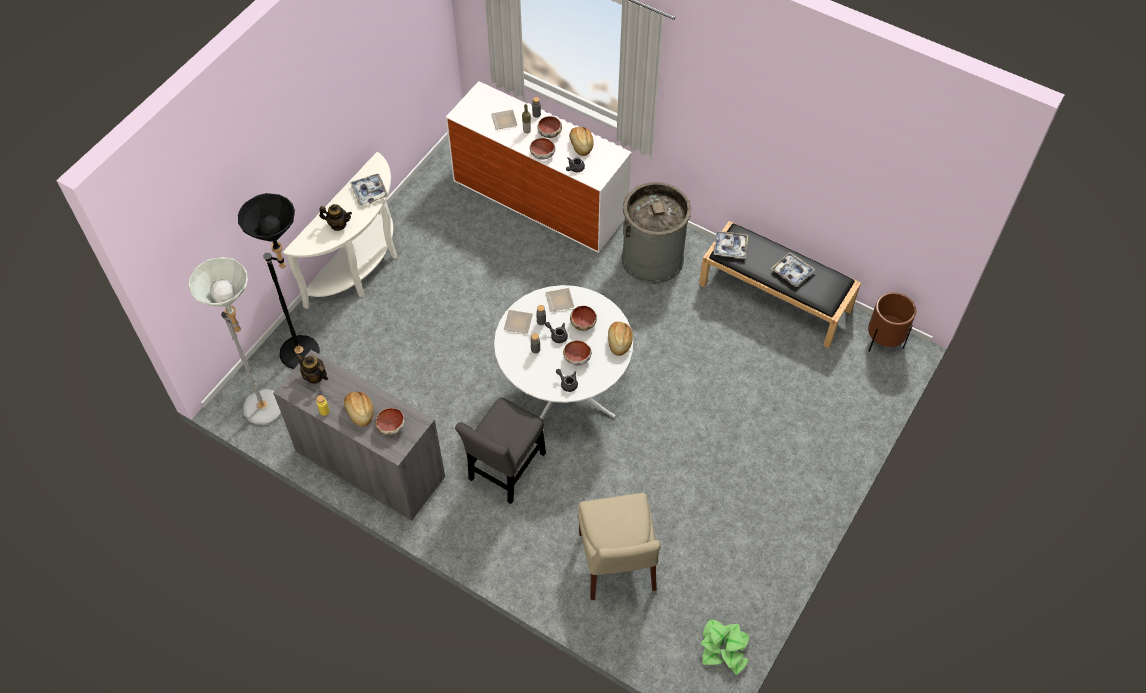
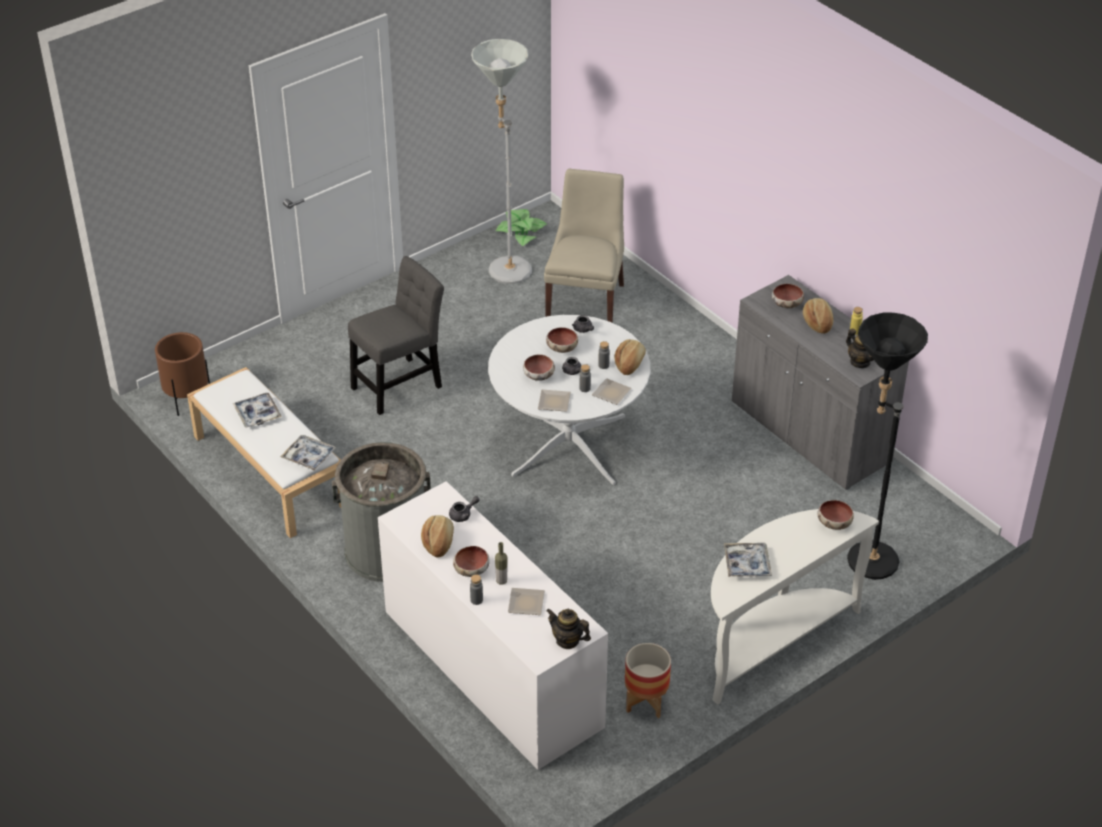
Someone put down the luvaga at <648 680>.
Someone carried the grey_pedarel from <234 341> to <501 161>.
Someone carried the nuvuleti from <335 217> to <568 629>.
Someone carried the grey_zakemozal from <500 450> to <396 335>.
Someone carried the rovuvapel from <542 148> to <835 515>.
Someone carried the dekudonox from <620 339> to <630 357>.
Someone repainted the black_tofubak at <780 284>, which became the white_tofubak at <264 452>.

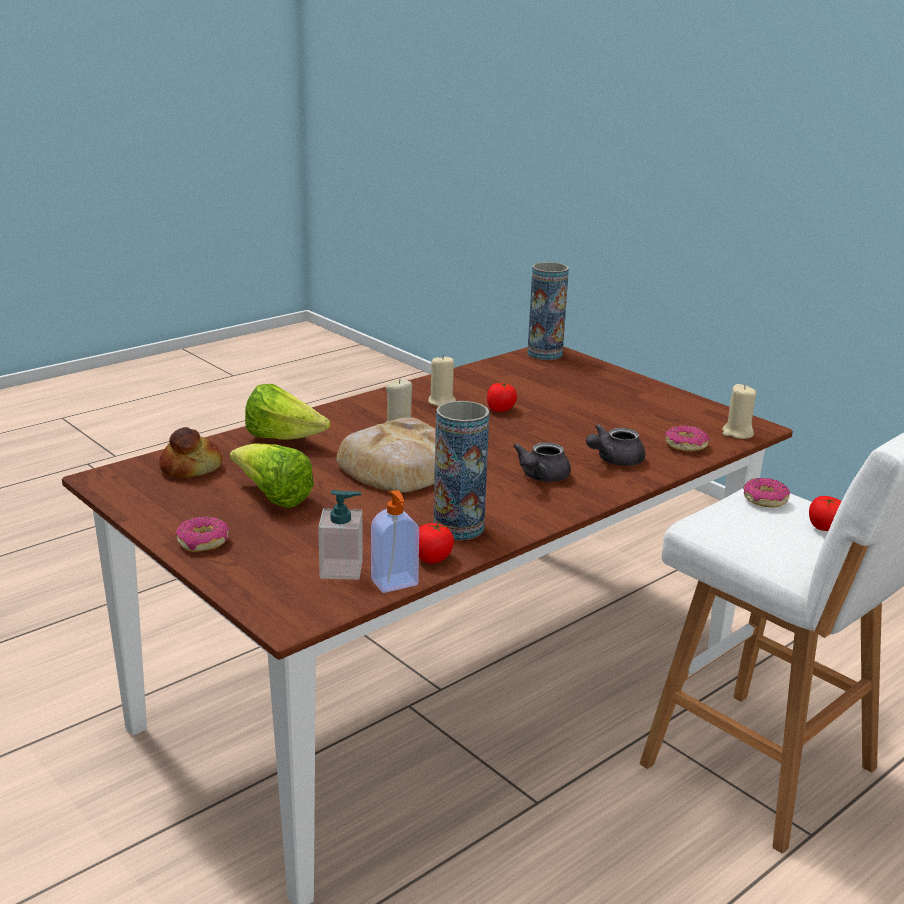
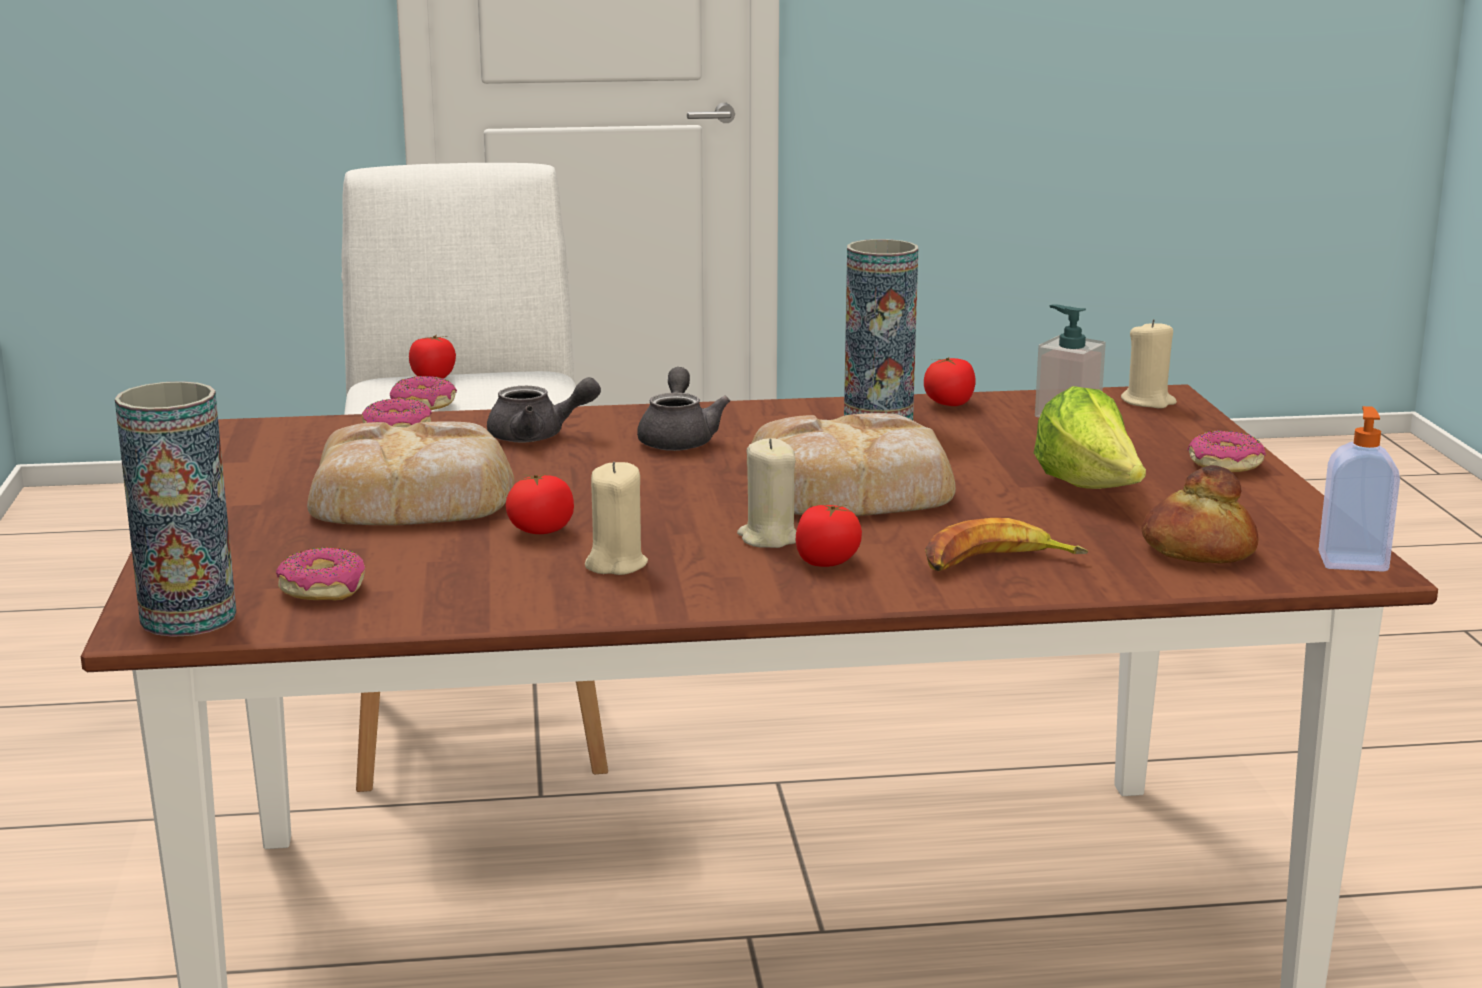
Someone put down the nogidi at <320 574>.
Someone put down the dekudonox at <410 473>.
Someone put down the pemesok at <829 536>.
Someone carried the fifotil from <395 541> to <1359 489>.
Someone carried the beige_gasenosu from <739 411> to <1149 363>.
Someone swapped the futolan at <287 412> for the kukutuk at <1006 544>.
Someone rotated the grey_nuvuleti at <542 462> by 60 degrees counterclockwise.

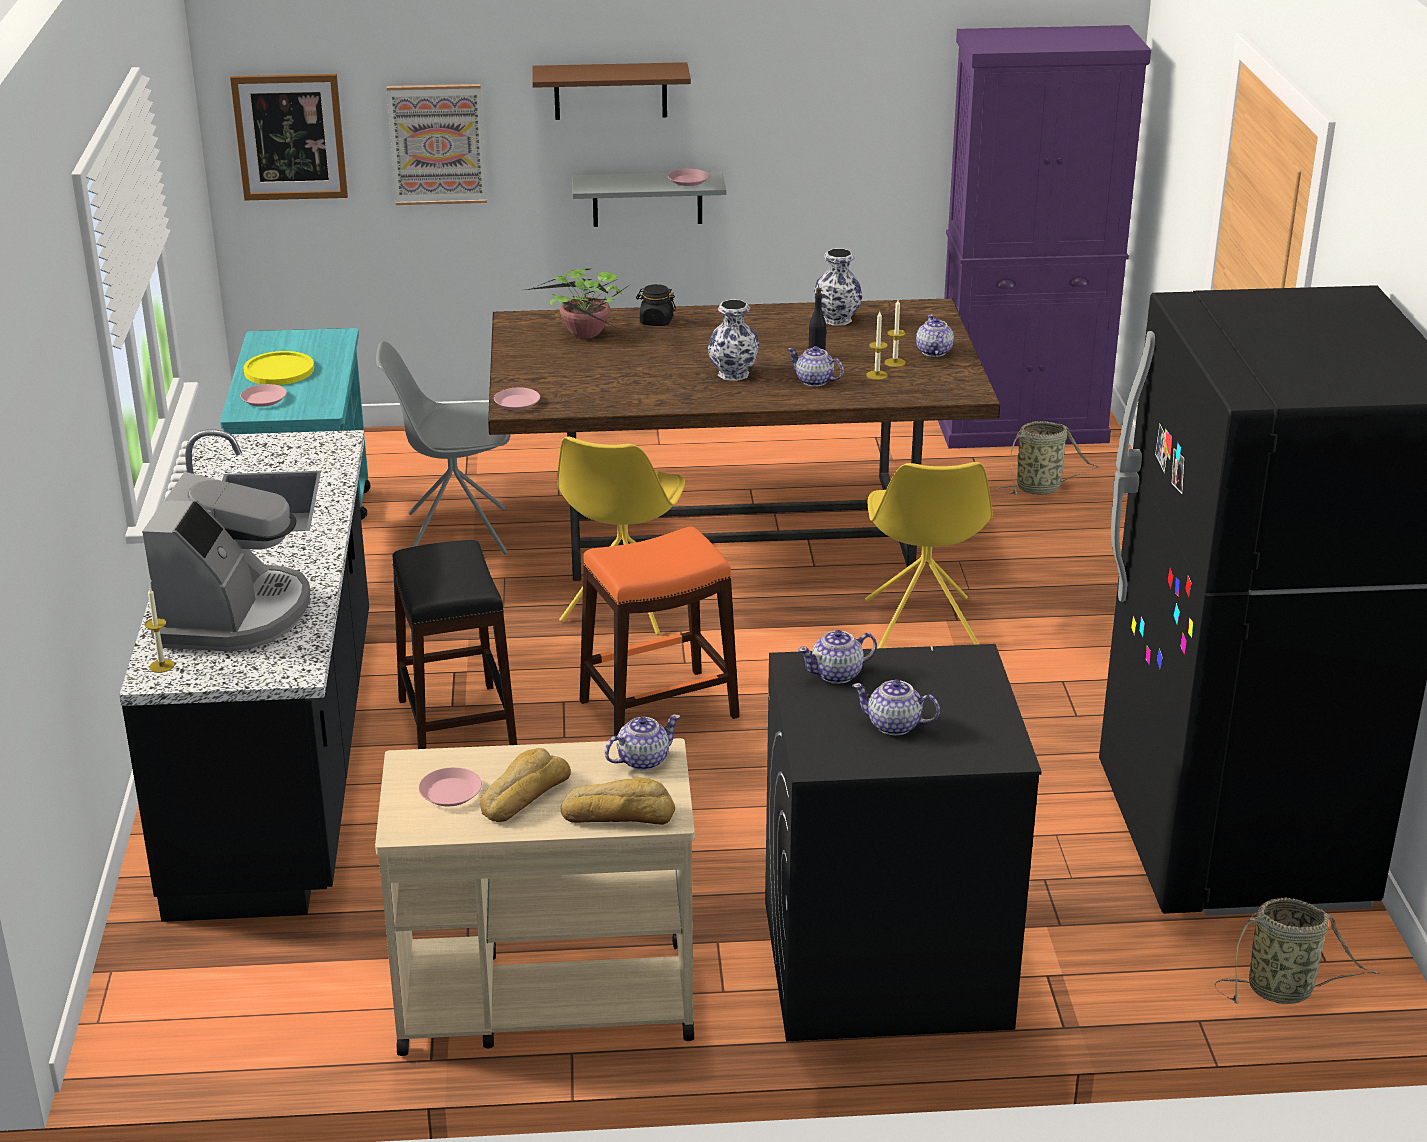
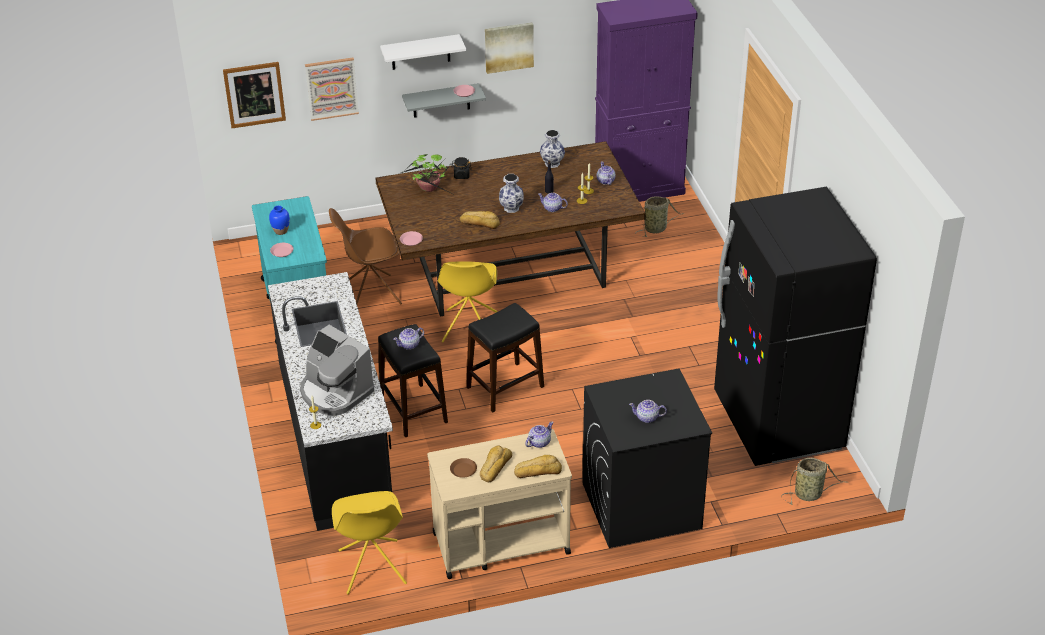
Someone put down the dekudonox at <480 220>.
Someone put up the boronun at <509 48>.
Someone carried the nuvuleti from <837 657> to <408 339>.
Someone carried the yellow_zakemozal from <929 555> to <369 543>.
Someone swapped the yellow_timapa at <278 368> for the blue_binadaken at <279 220>.
Someone repainted the grey_zakemozal at <443 448>, which became the brown_zakemozal at <365 256>.
Someone repainted the pink_timapa at <450 786>, which became the brown_timapa at <463 468>.
Someone repainted the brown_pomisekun at <611 91>, which became the white_pomisekun at <423 52>.
Someone repainted the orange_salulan at <659 634>, which became the black_salulan at <505 358>.
Someone rotated the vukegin at <226 562> by 135 degrees clockwise.

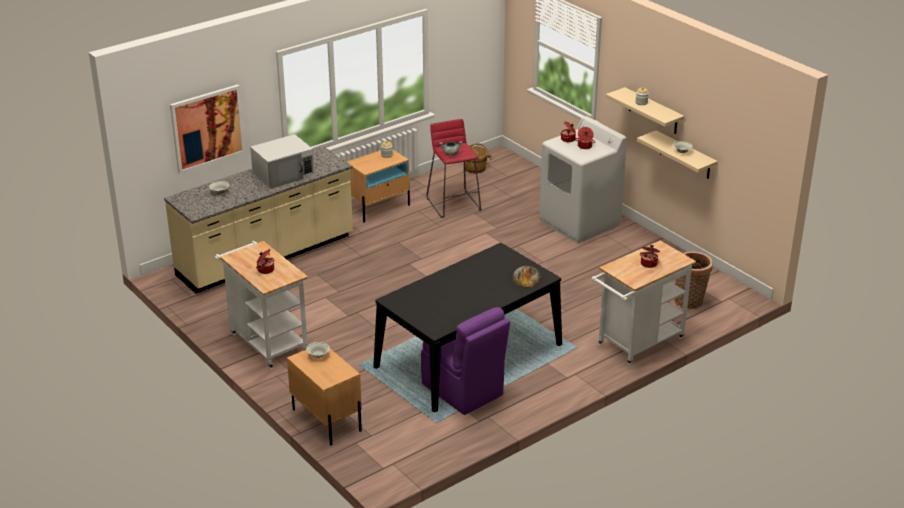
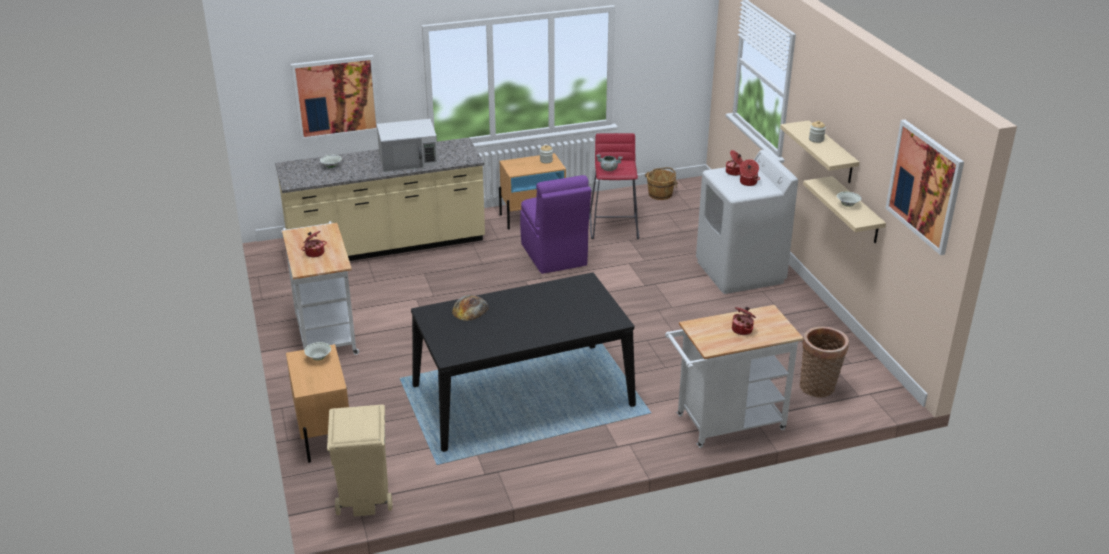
Someone put down the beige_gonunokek at <359 461>.
Someone put up the boronun at <924 187>.
Someone carried the purple_zakemozal from <465 361> to <555 224>.
Someone carried the dekudonox from <526 276> to <470 308>.

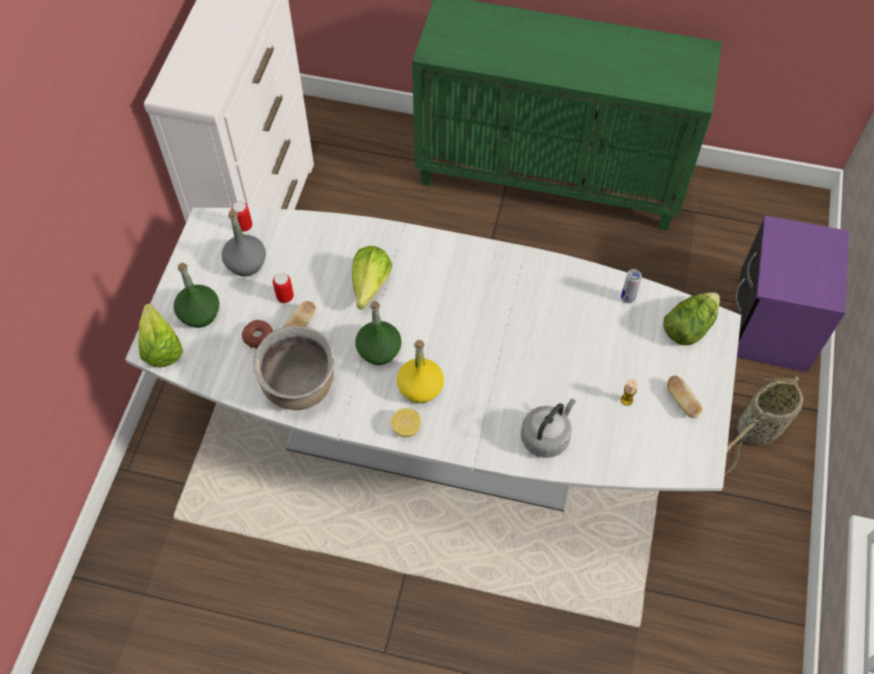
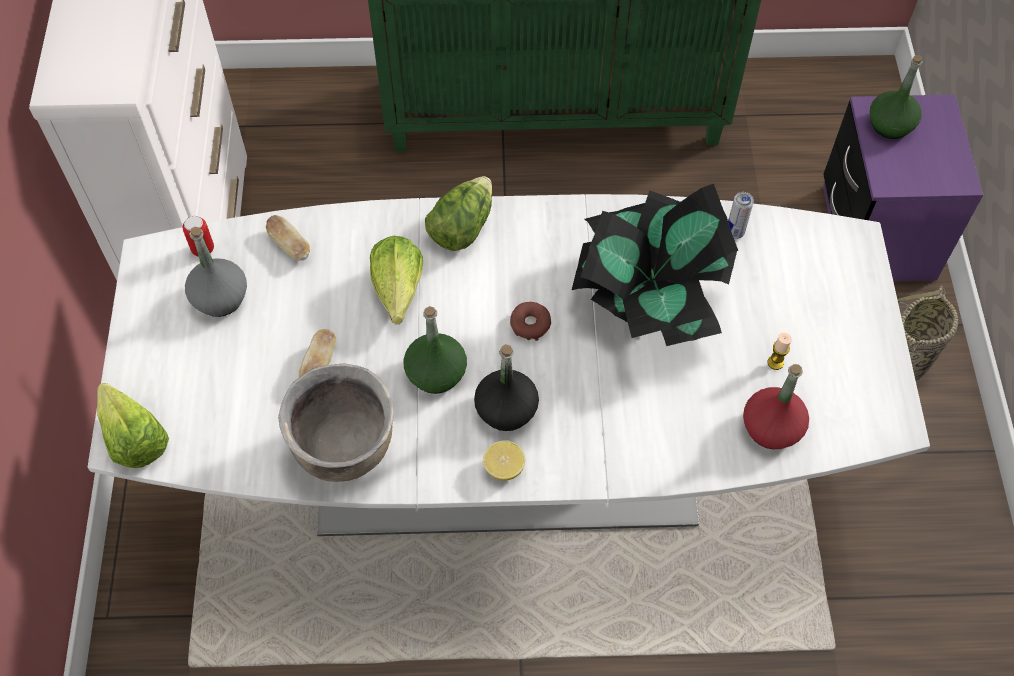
Someone took away the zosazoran at <283 288>.
Someone took away the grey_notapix at <548 428>.
Someone put down the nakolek at <655 265>.
Someone put down the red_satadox at <776 406>.
Someone carried the green_satadox from <196 295> to <896 97>.
Someone carried the nogidi from <257 334> to <530 321>.
Someone carried the futolan from <691 318> to <458 213>.
Someone carried the dekudonox from <684 397> to <288 238>.
Someone repainted the yellow_satadox at <420 371>, which became the black_satadox at <506 387>.

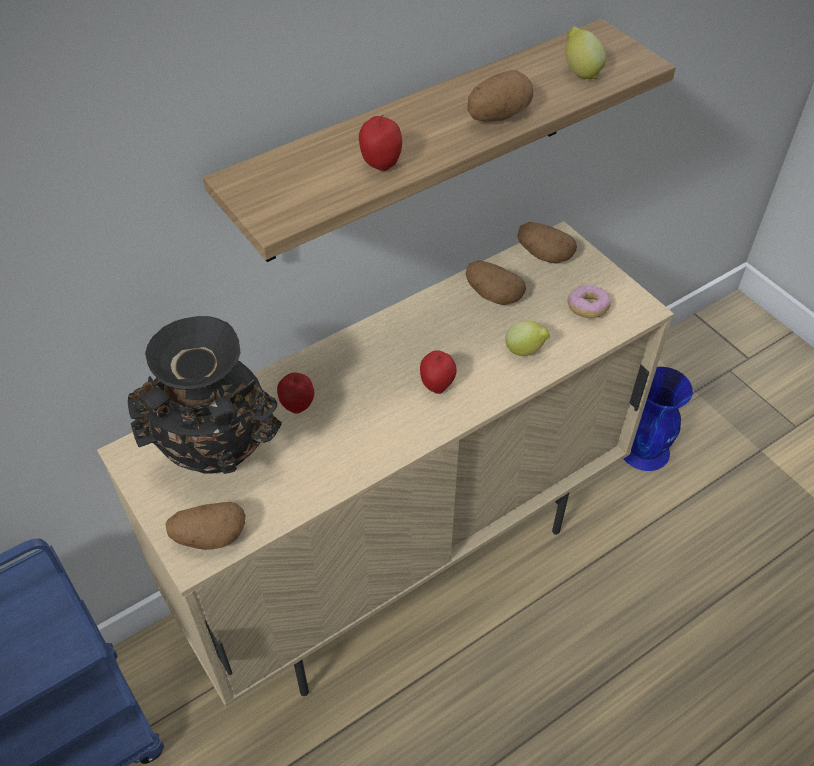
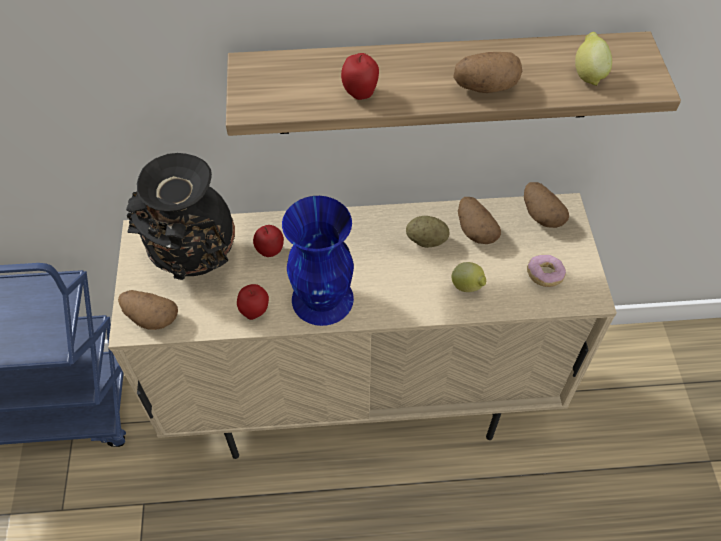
Someone put down the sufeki at <428 232>.
Someone carried the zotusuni from <438 372> to <253 302>.
Someone carried the blue_binadaken from <658 419> to <318 261>.

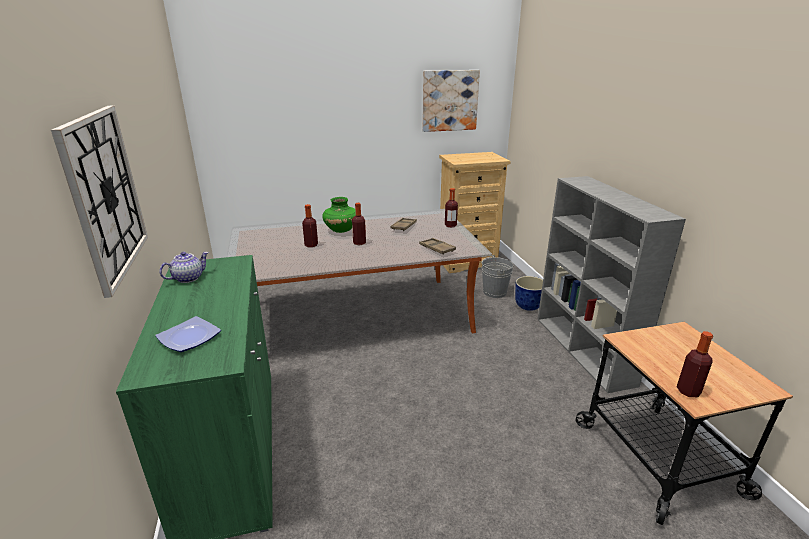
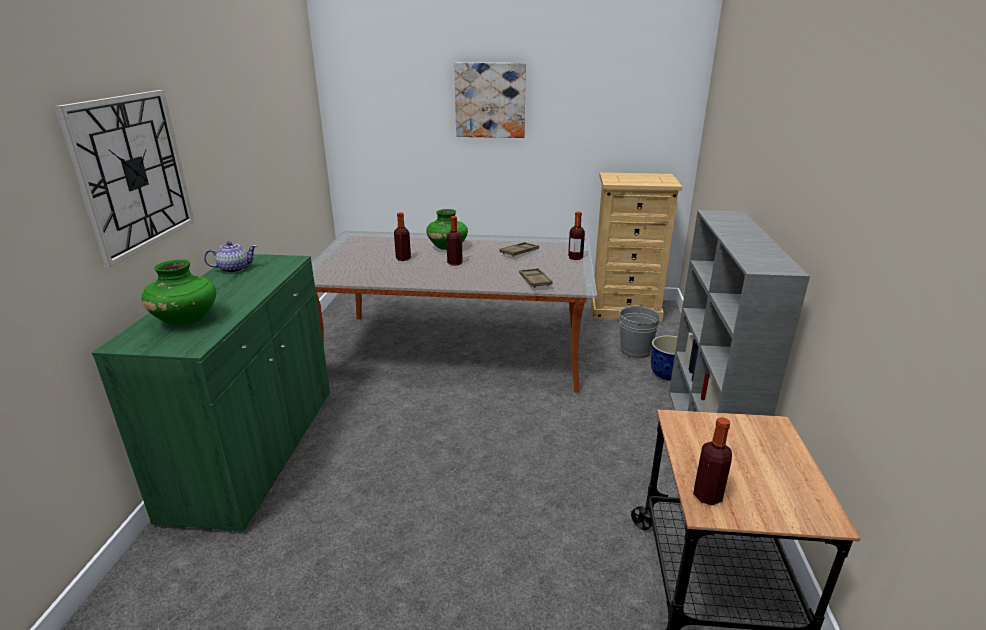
Someone carried the boronun from <451 101> to <490 100>.
Someone swapped the timapa at <188 334> for the green_binadaken at <178 292>.

